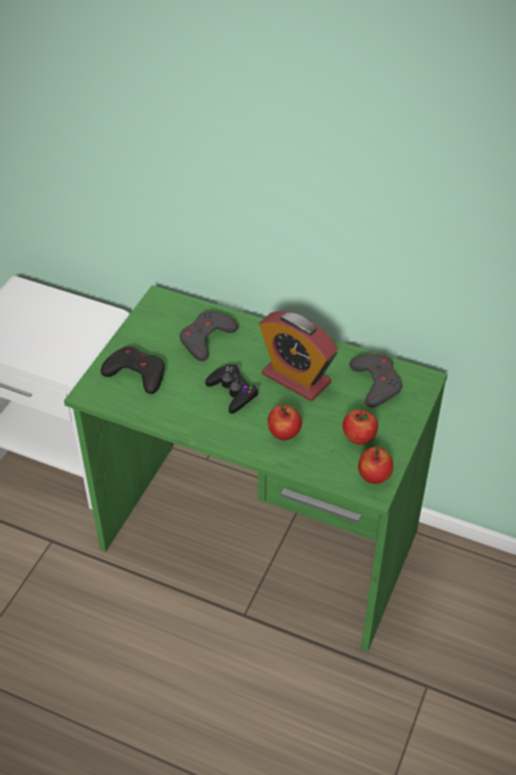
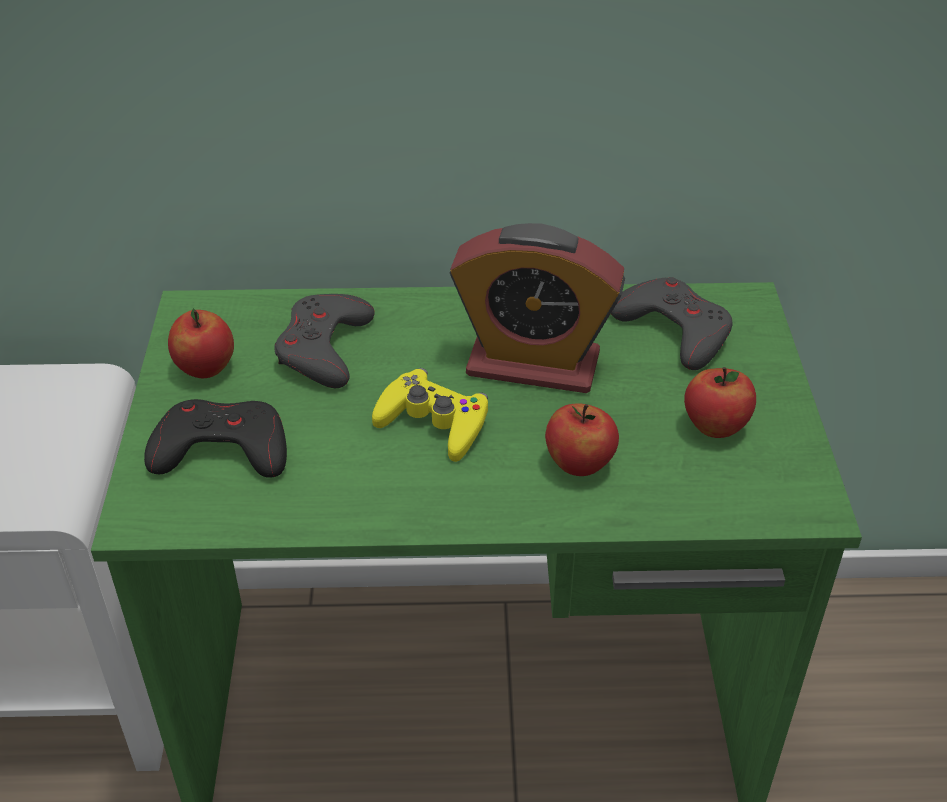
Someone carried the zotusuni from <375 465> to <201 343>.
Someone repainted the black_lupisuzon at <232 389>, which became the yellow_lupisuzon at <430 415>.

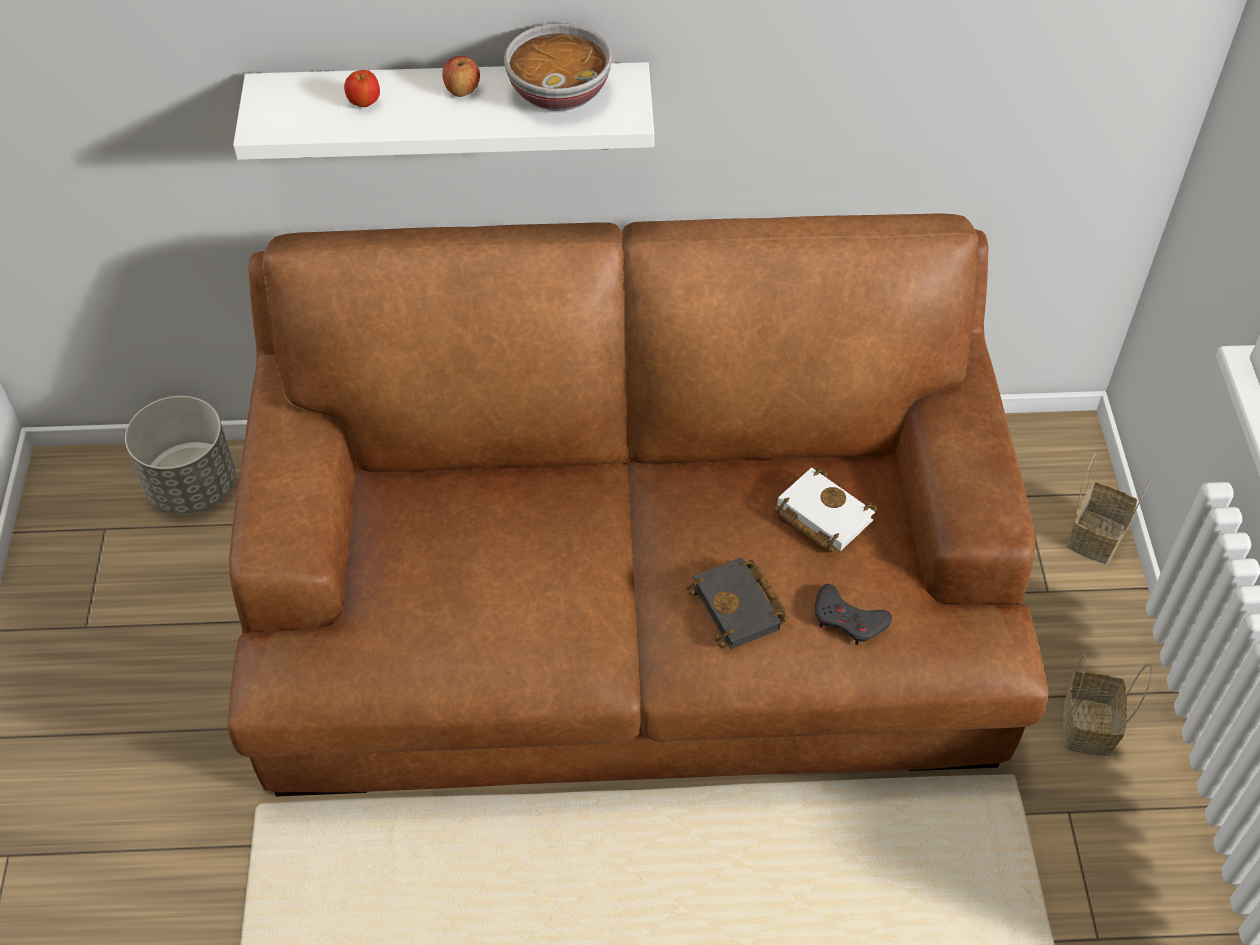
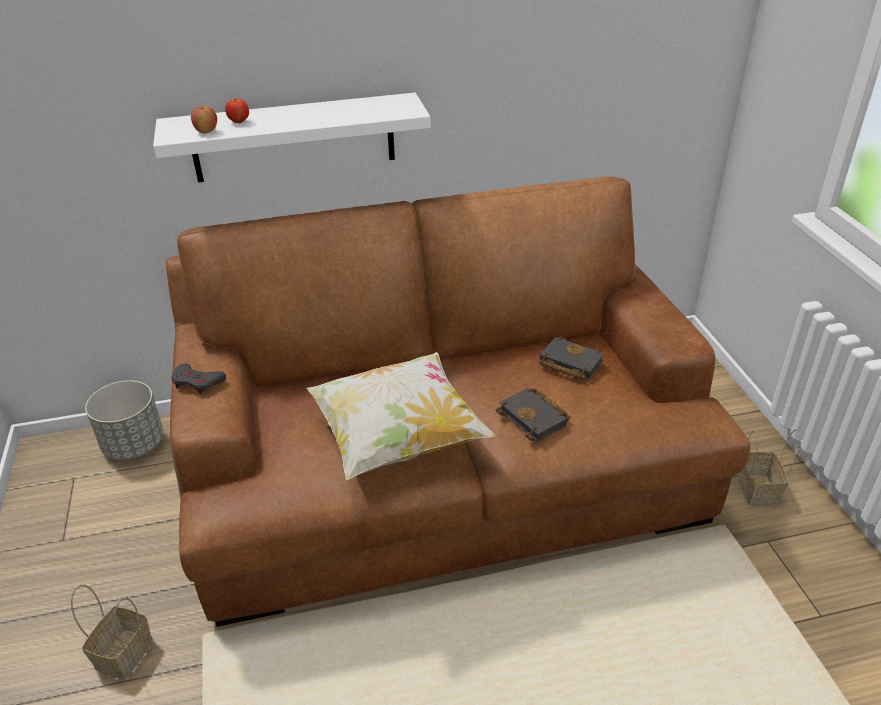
Someone took away the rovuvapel at <558 67>.
Someone put down the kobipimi at <400 416>.
Someone carried the zotusuni from <461 76> to <204 119>.
Someone carried the grey_lupisuzon from <853 614> to <198 378>.
Someone carried the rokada from <1109 508> to <112 632>.
Someone repainted the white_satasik at <825 509>, which became the black_satasik at <571 358>.

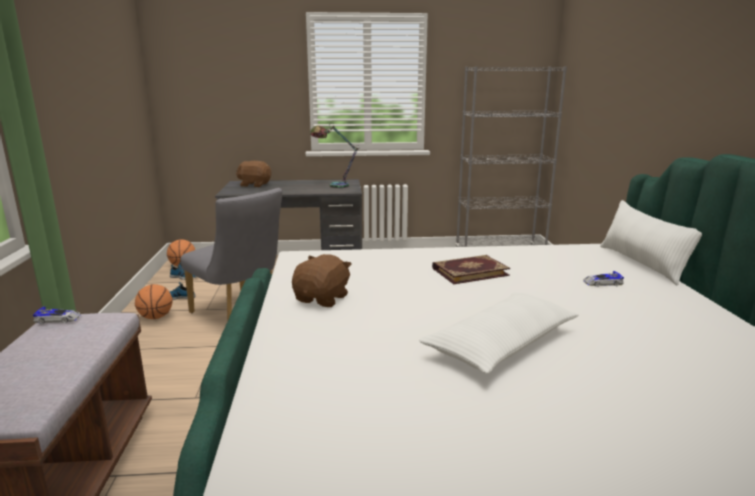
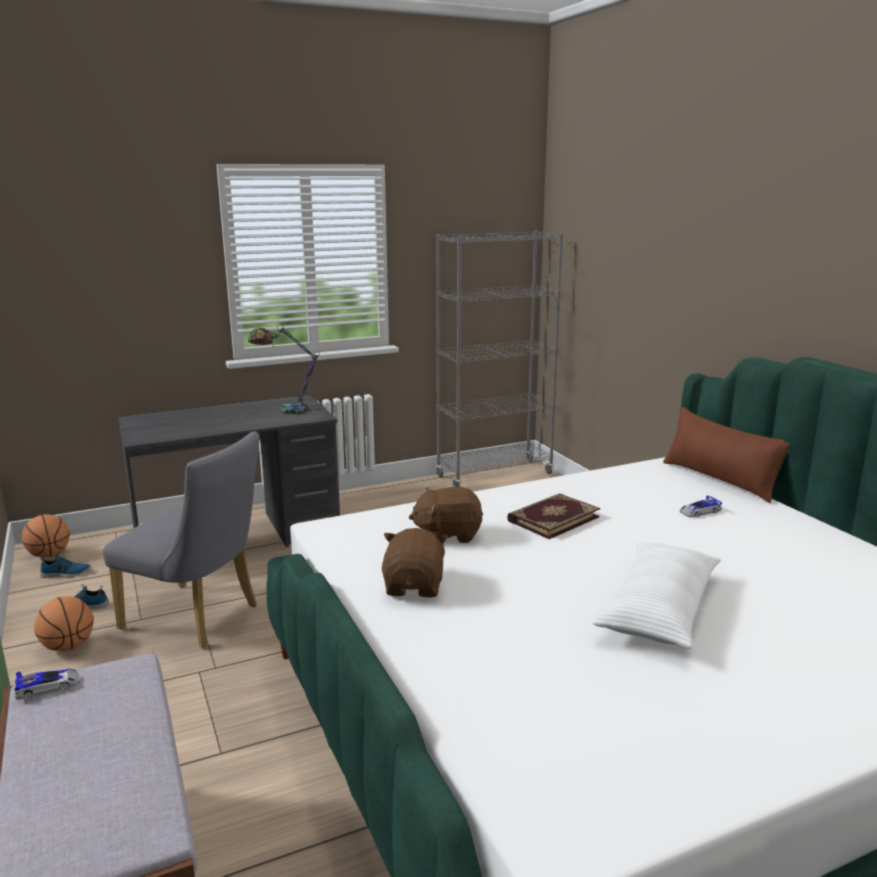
Someone carried the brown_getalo from <253 174> to <446 515>.
Someone repainted the white_kobipimi at <651 242>, which became the brown_kobipimi at <726 455>.

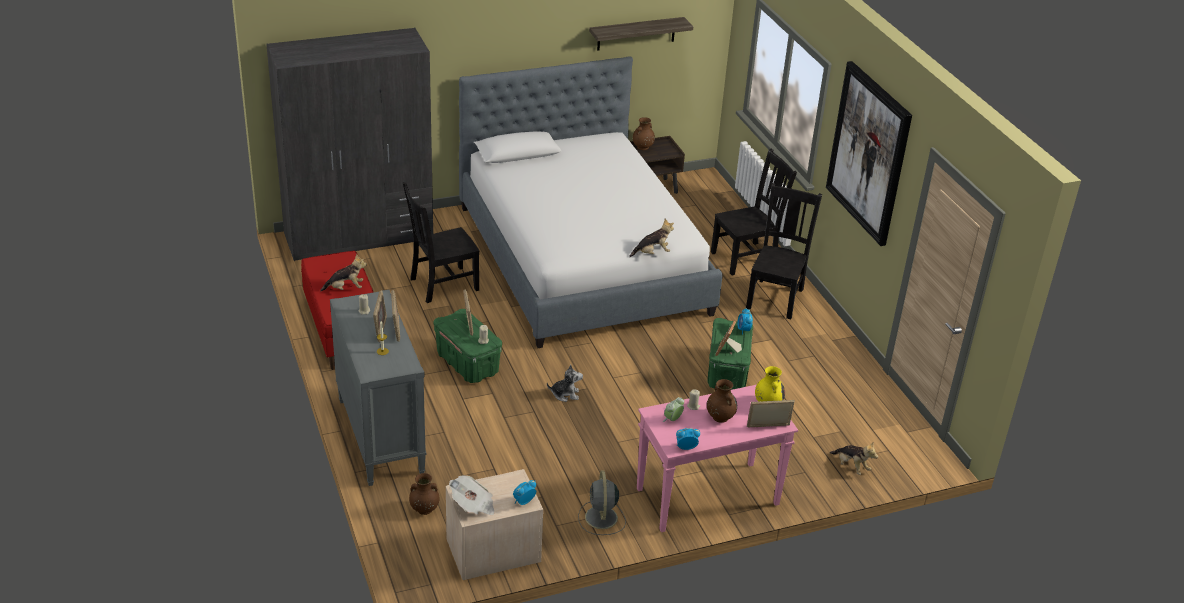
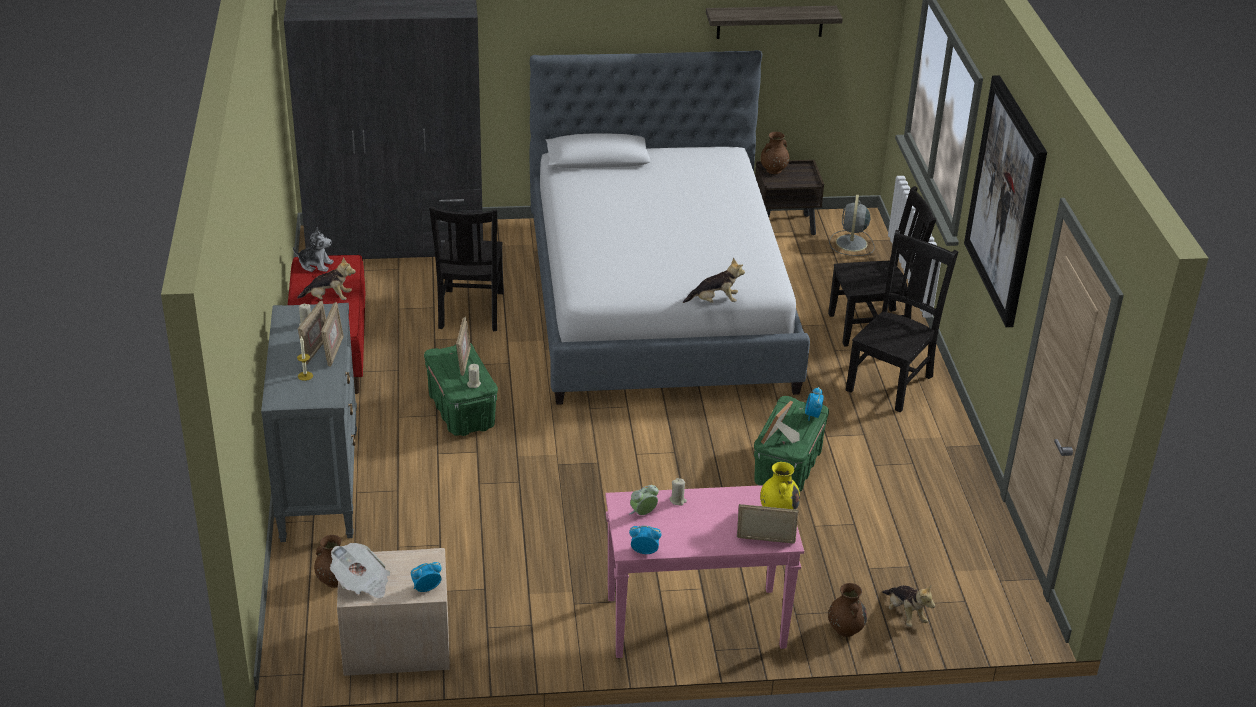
Someone carried the getalo from <565 383> to <313 249>.
Someone carried the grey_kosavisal from <602 502> to <852 225>.
Someone carried the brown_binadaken from <722 401> to <847 610>.
Someone rotated the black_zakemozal at <441 242> by 75 degrees counterclockwise.

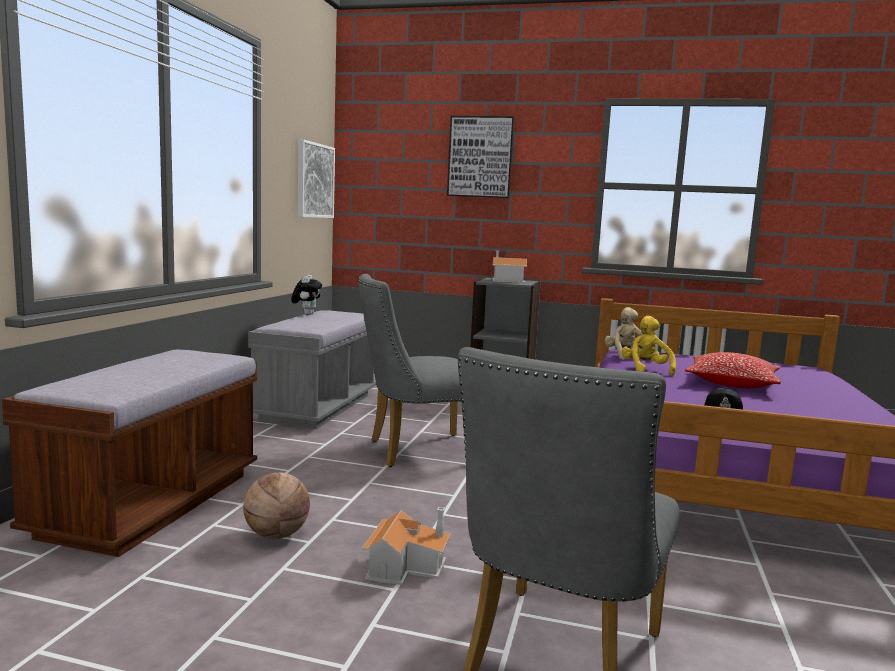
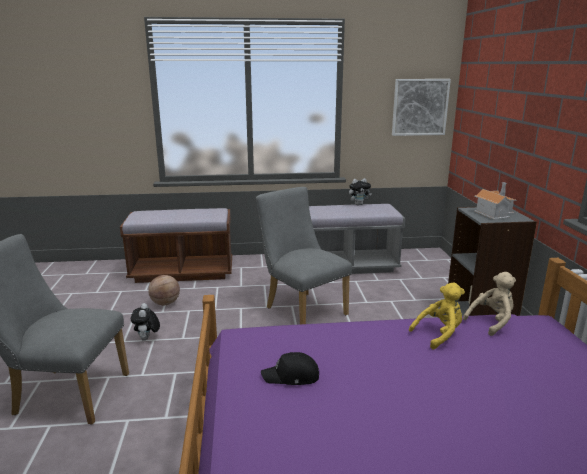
Someone took away the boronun at <480 157>.
Someone took away the kobipimi at <733 370>.
Someone swapped the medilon at <406 546> for the getalo at <145 322>.

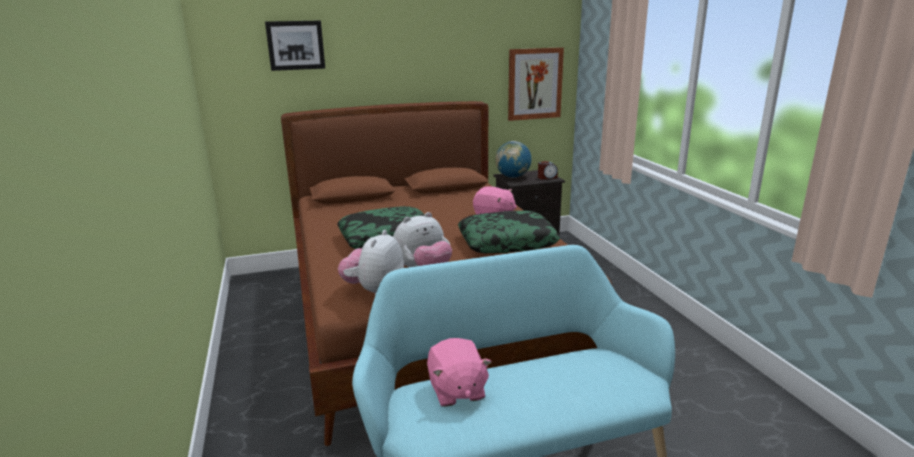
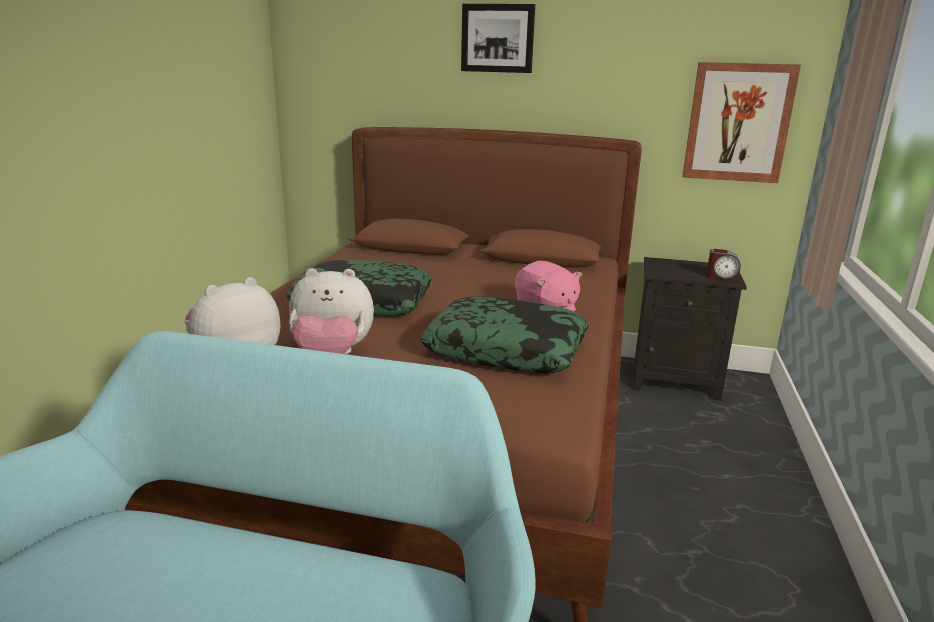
Someone took away the pink_getalo at <459 372>.
Someone took away the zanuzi at <513 159>.
Someone carried the boronun from <295 46> to <498 38>.

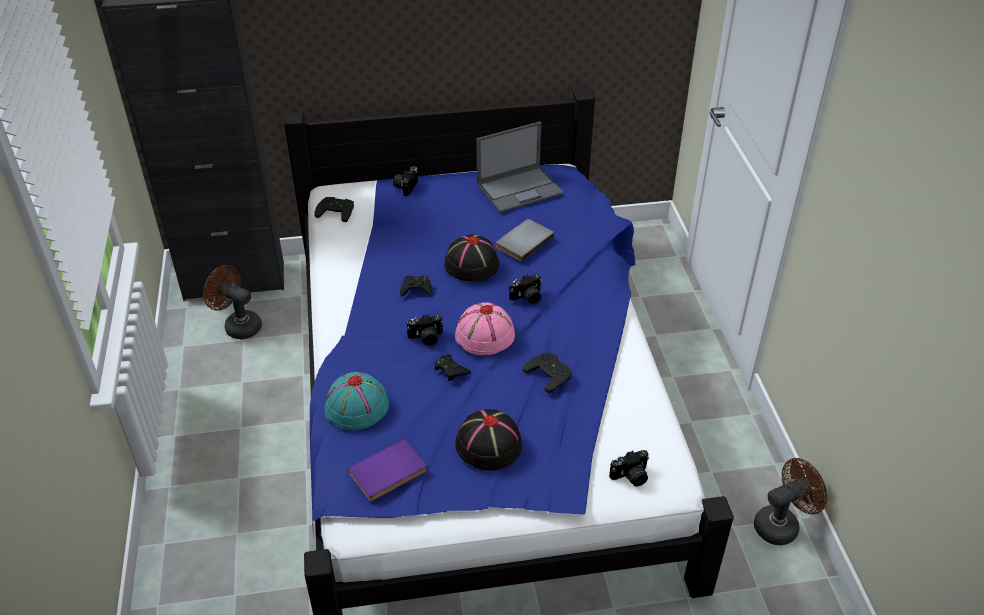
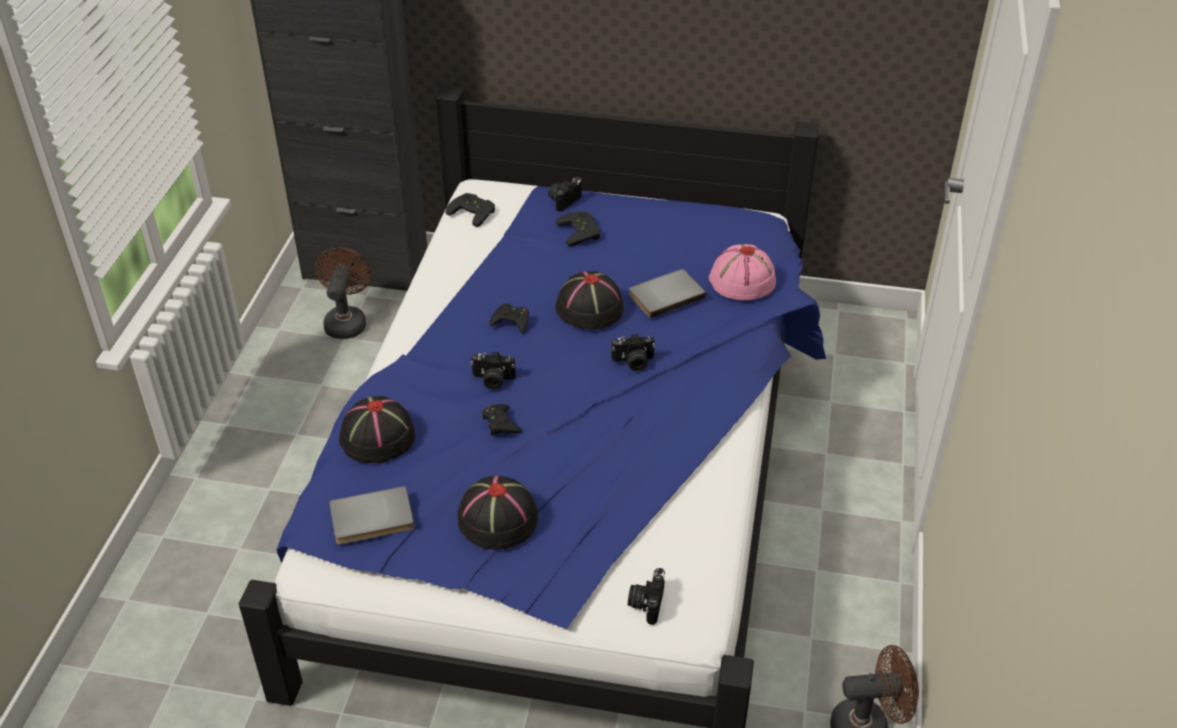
Someone took away the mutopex at <520 167>.
Someone carried the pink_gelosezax from <485 328> to <742 272>.
Someone carried the black_lupisuzon from <547 372> to <578 228>.
Someone repainted the turquoise_gelosezax at <357 401>, which became the black_gelosezax at <377 429>.
Someone repainted the purple_satasik at <387 470>, which became the grey_satasik at <371 515>.
Someone rotated the brown_kosavisal at <232 302> by 45 degrees clockwise.
Someone rotated the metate at <629 468> by 105 degrees clockwise.

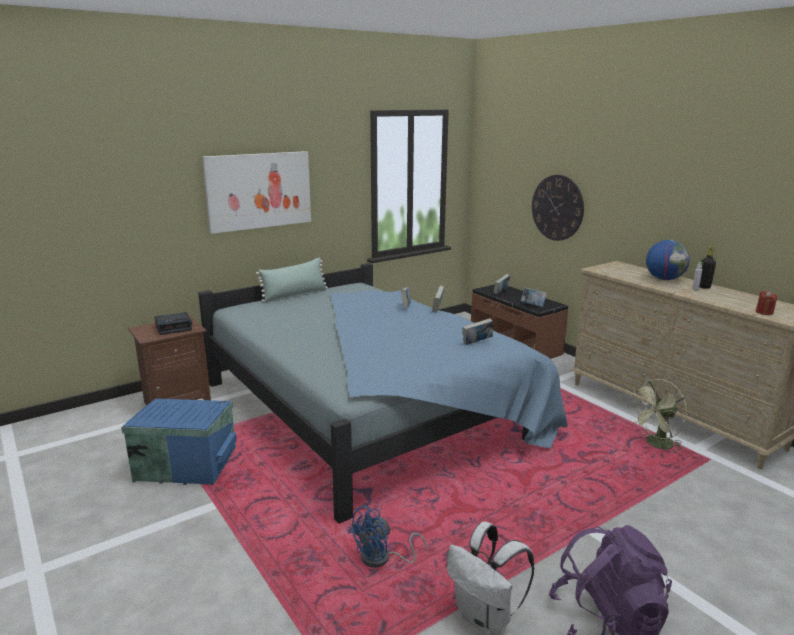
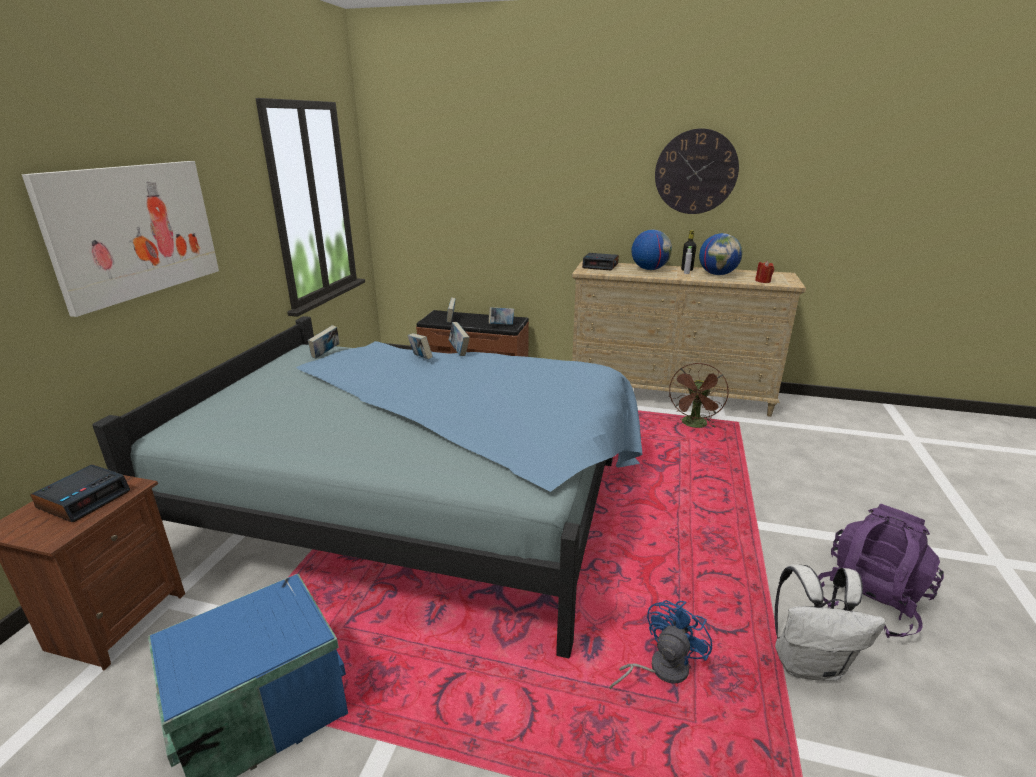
Someone took away the green_kobipimi at <292 279>.
Someone put down the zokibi at <600 262>.
Someone put down the zanuzi at <720 254>.
Someone carried the satasik from <477 331> to <323 342>.
Someone carried the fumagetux from <558 208> to <697 171>.
Someone repainted the green_kosavisal at <658 416>, which became the brown_kosavisal at <699 395>.
Someone rotated the blue_kosavisal at <387 536> by 150 degrees counterclockwise.

